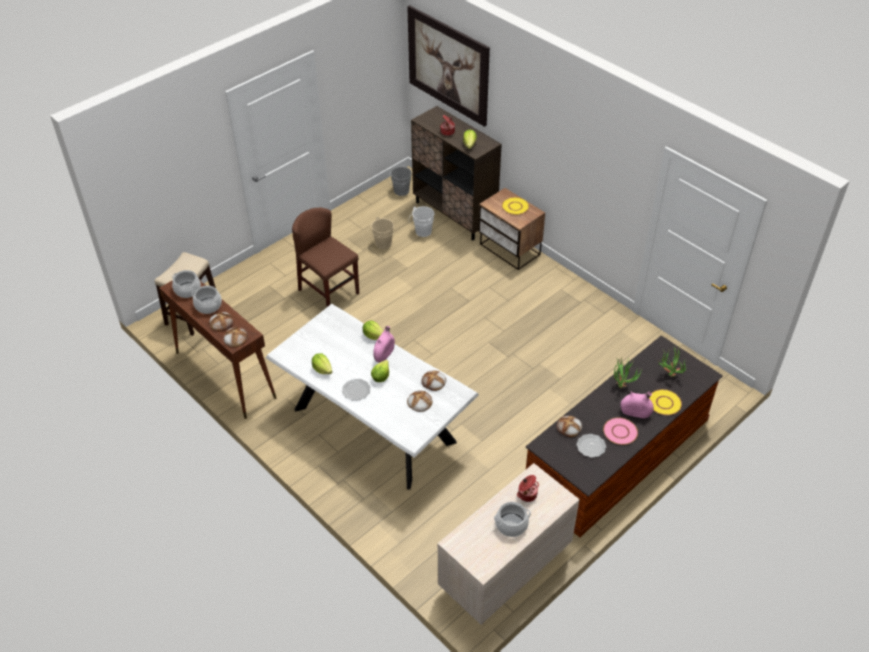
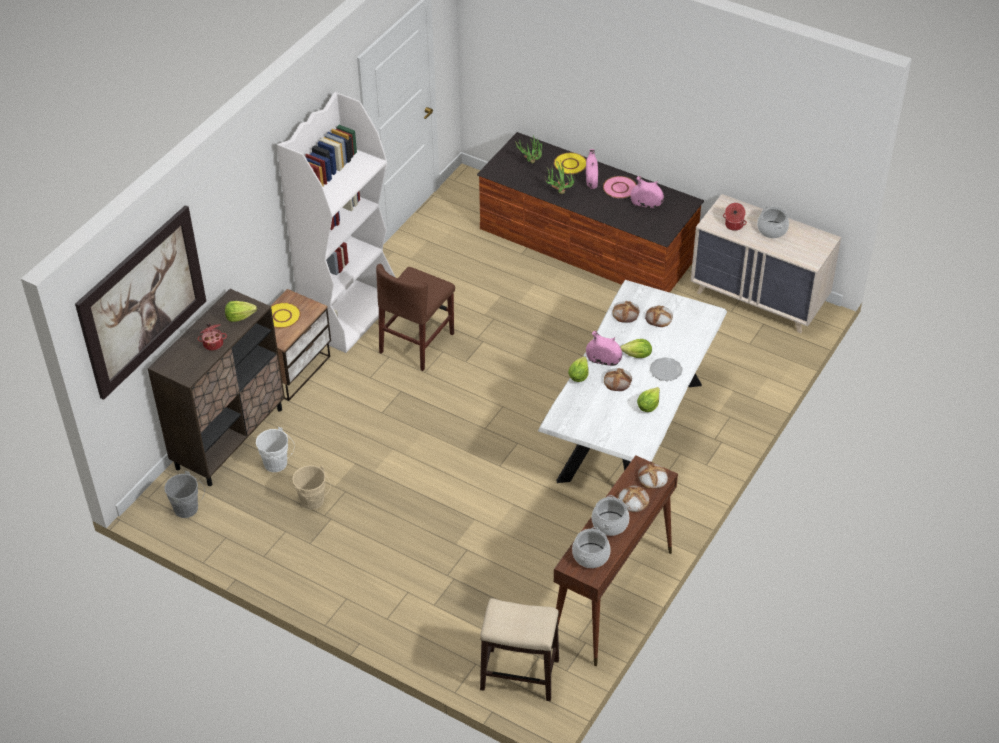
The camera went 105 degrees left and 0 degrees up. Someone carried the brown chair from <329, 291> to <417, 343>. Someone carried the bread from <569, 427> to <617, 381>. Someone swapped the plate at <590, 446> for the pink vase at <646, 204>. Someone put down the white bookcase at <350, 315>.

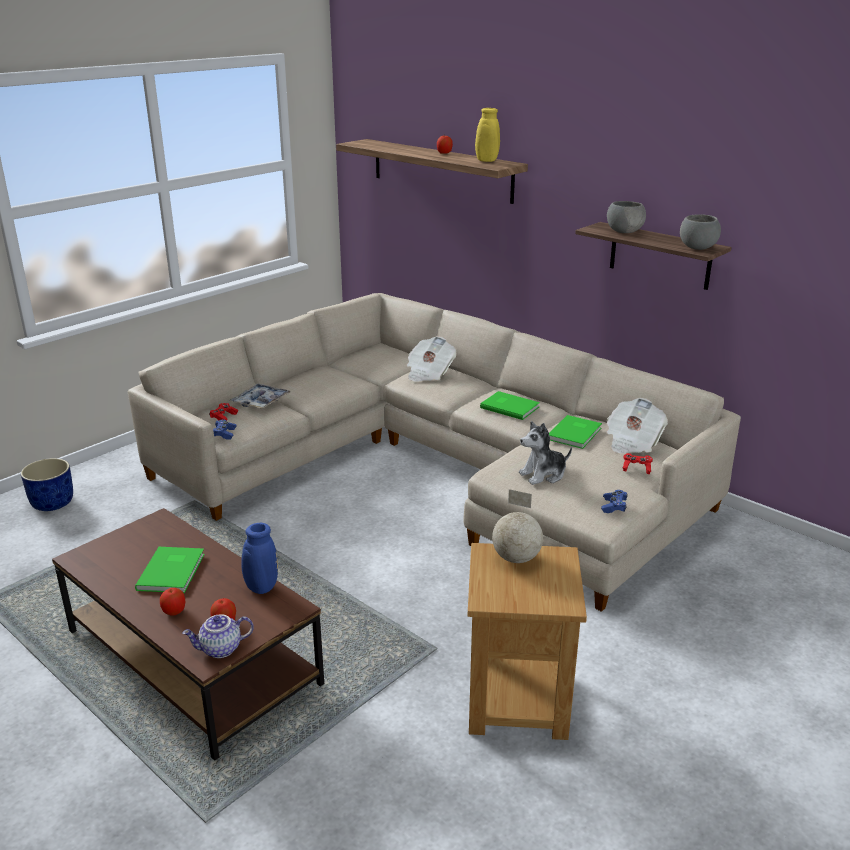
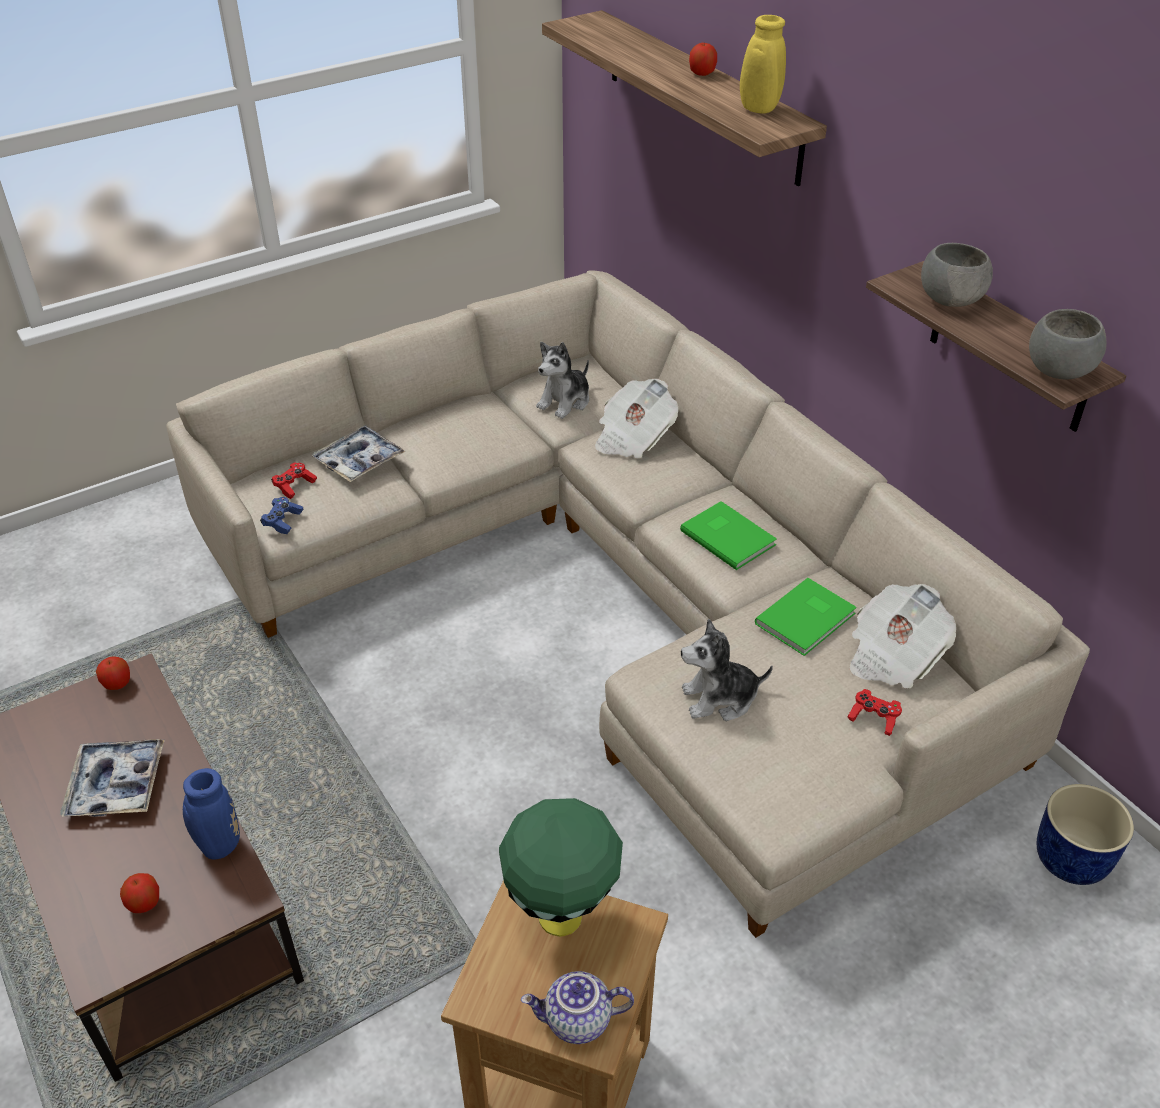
The camera went 15 degrees right and 15 degrees up. Someone carried the blue planter from <53, 503> to <1072, 859>. Someone swapped the globe at <516, 558> for the green table lamp at <562, 918>. Someone took away the blue game controller at <614, 506>. Someone swapped the green book at <173, 571> for the tray at <116, 785>. Someone carried the apple from <174, 611> to <117, 684>. Someone carried the teapot from <220, 649> to <577, 1022>. Someone put down the plush toy at <565, 402>.

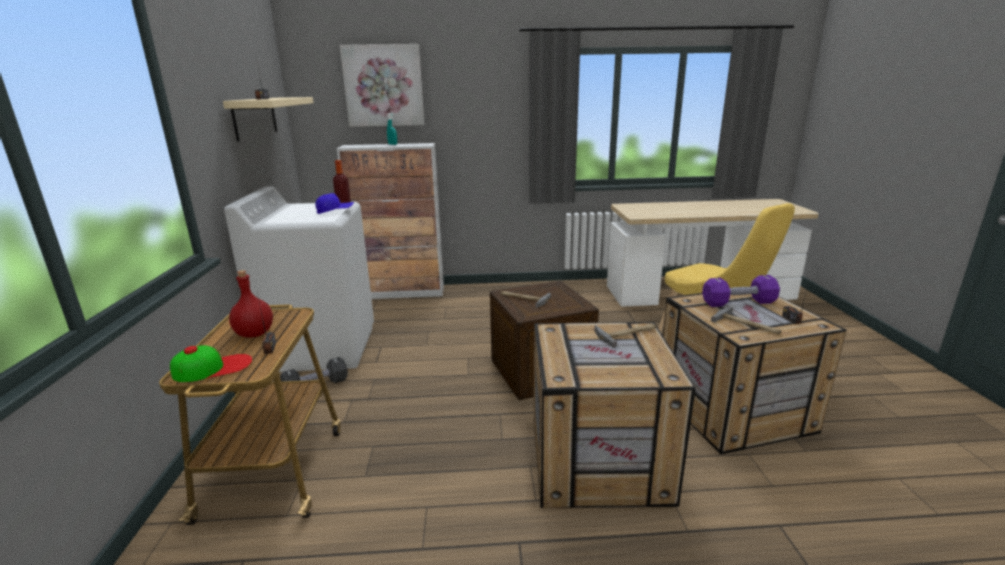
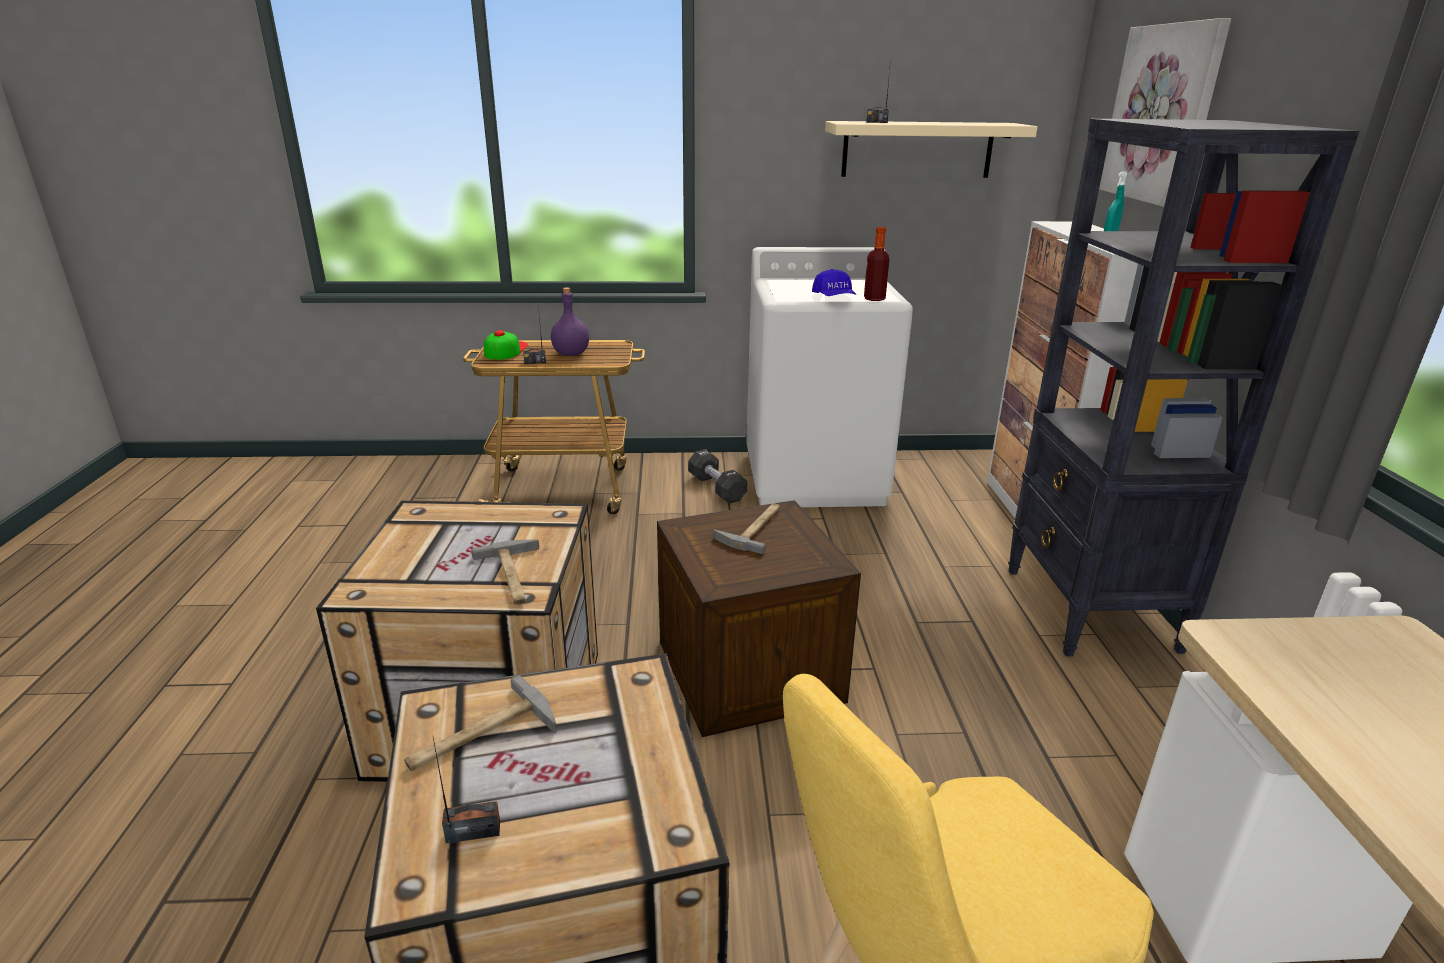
The camera went 90 degrees right and 5 degrees up. Someone repainted the red bottle at <254, 334>, which became the purple bottle at <570, 354>. Someone took away the purple dumbbell at <738, 303>. Someone rotated the cap at <213, 367> by 150 degrees counterclockwise. Someone put down the black bookcase at <1090, 610>.

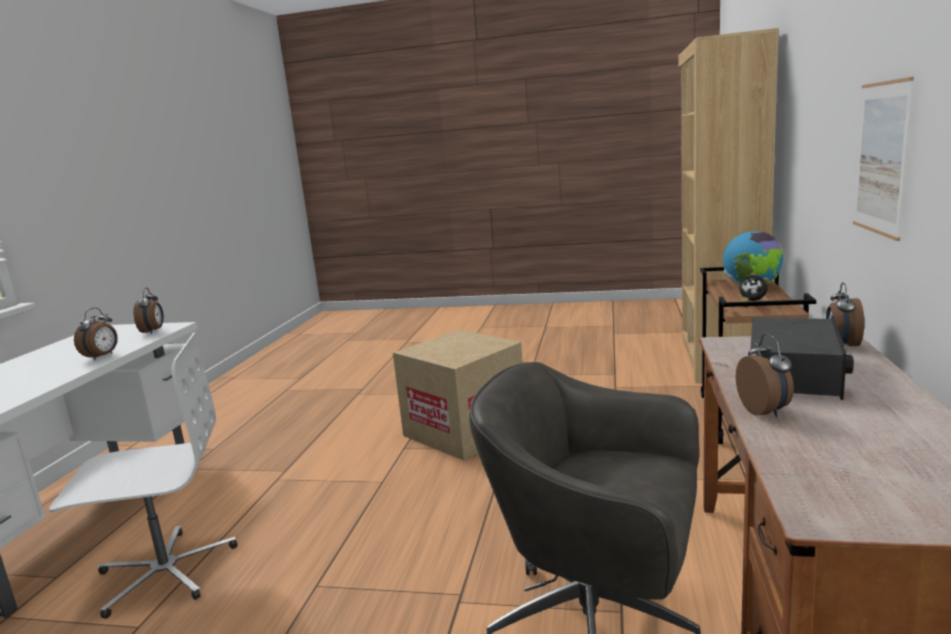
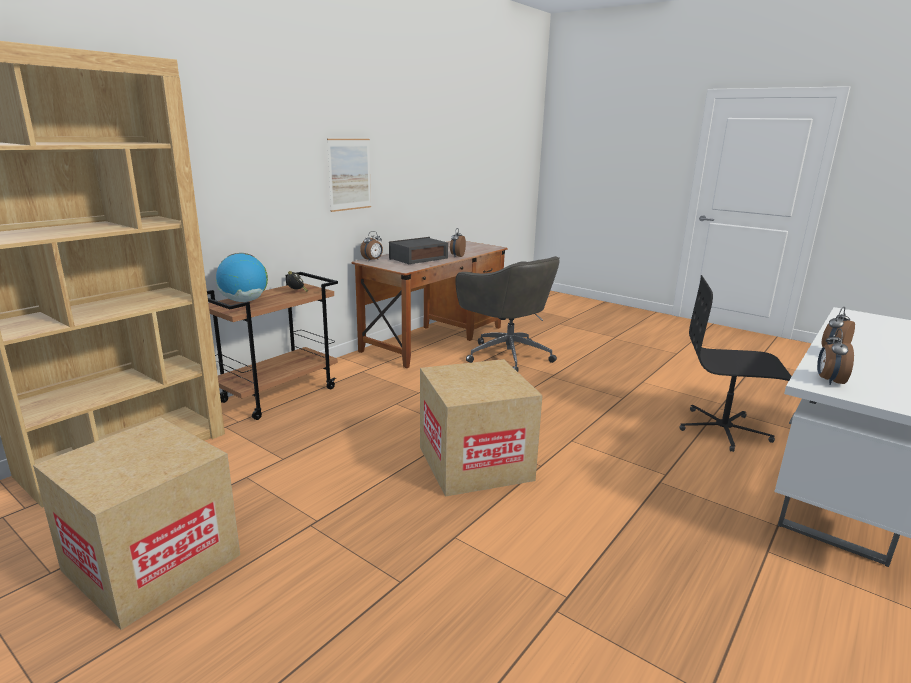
The camera went 155 degrees left and 5 degrees up. Someone repainted the white office chair at <165, 571>, which became the black office chair at <723, 430>. Someone put down the cardboard box at <152, 562>.

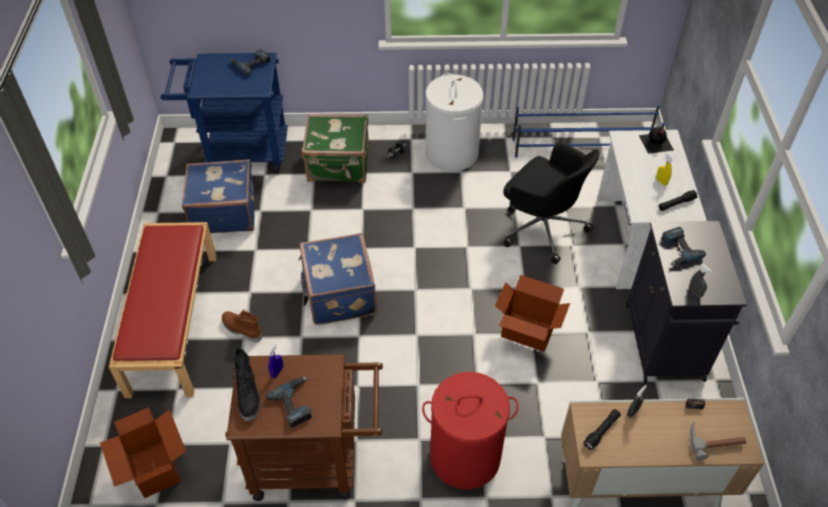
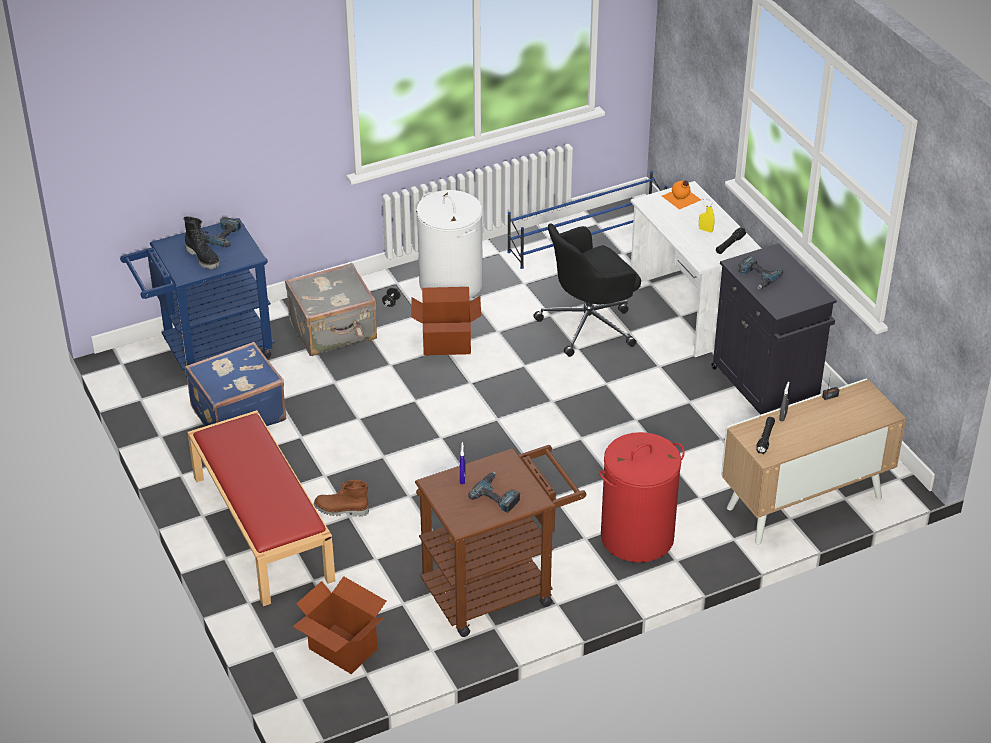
The camera went 25 degrees left and 10 degrees down. Someone repainted the green suitcase at <338, 165>, which became the grey suitcase at <334, 331>. Someone repainted the black bottle at <656, 143>, which became the orange bottle at <681, 198>. Someone rotated the black office chair at <542, 227> by 135 degrees clockwise. Someone took away the blue suitcase at <338, 295>. Someone took away the grey spray bottle at <695, 292>. Someone carried the cardboard box from <527, 332> to <447, 344>. Someone carried the black boot from <249, 396> to <203, 258>. Someone took away the hammer at <714, 440>.

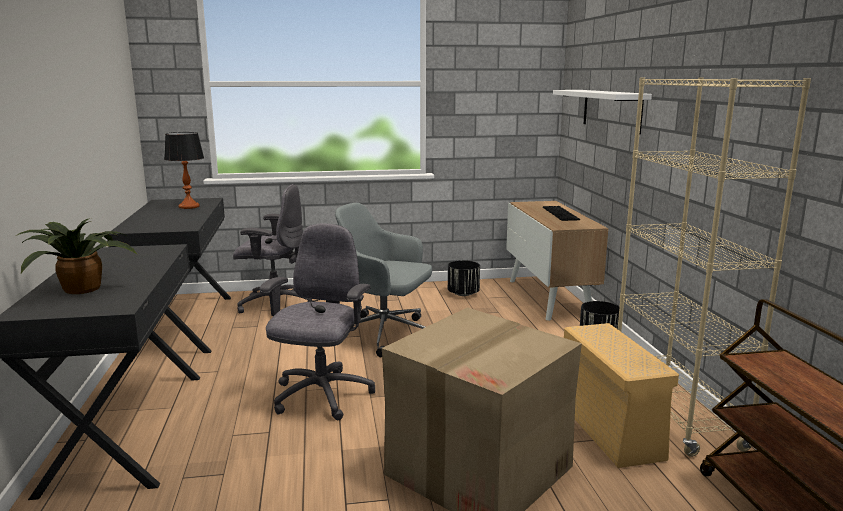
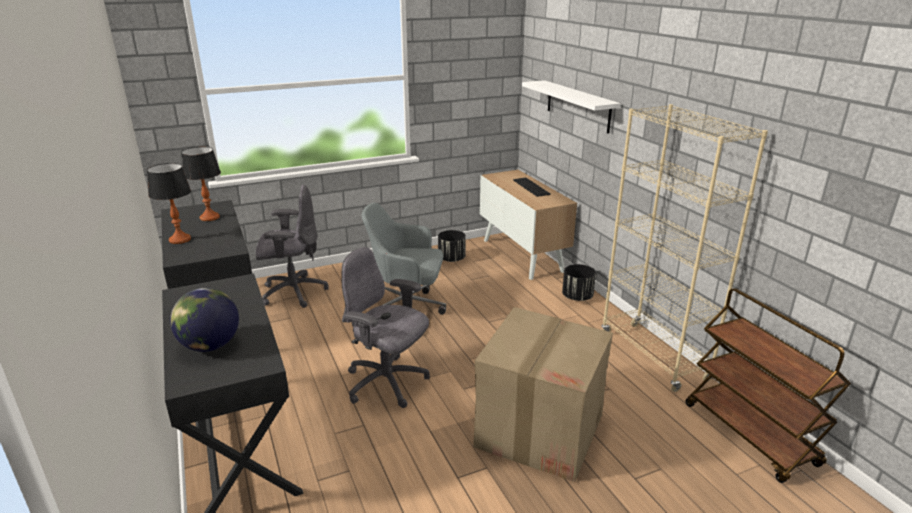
The camera went 15 degrees left and 10 degrees up. Someone swapped the potted plant at <82, 288> for the globe at <210, 346>. Someone rotated the grey office chair at <321, 396> by 60 degrees counterclockwise. Someone took away the beige storage box at <611, 431>. Someone put down the table lamp at <180, 240>.

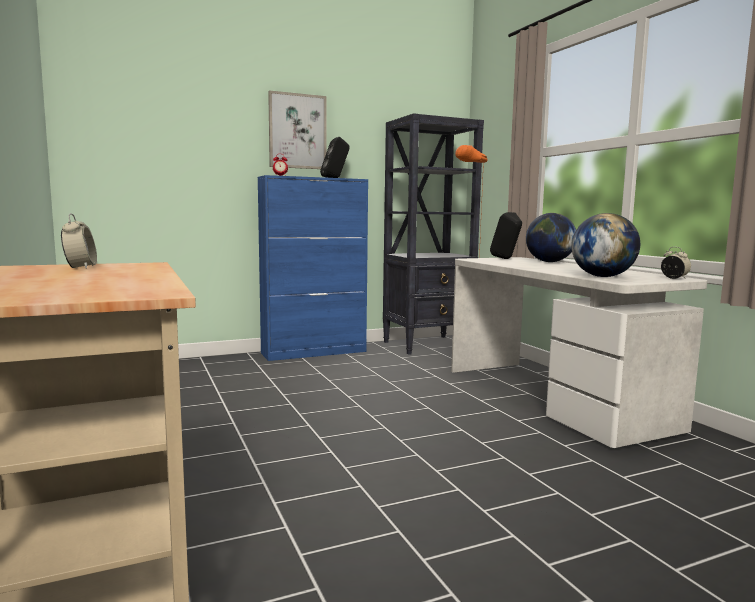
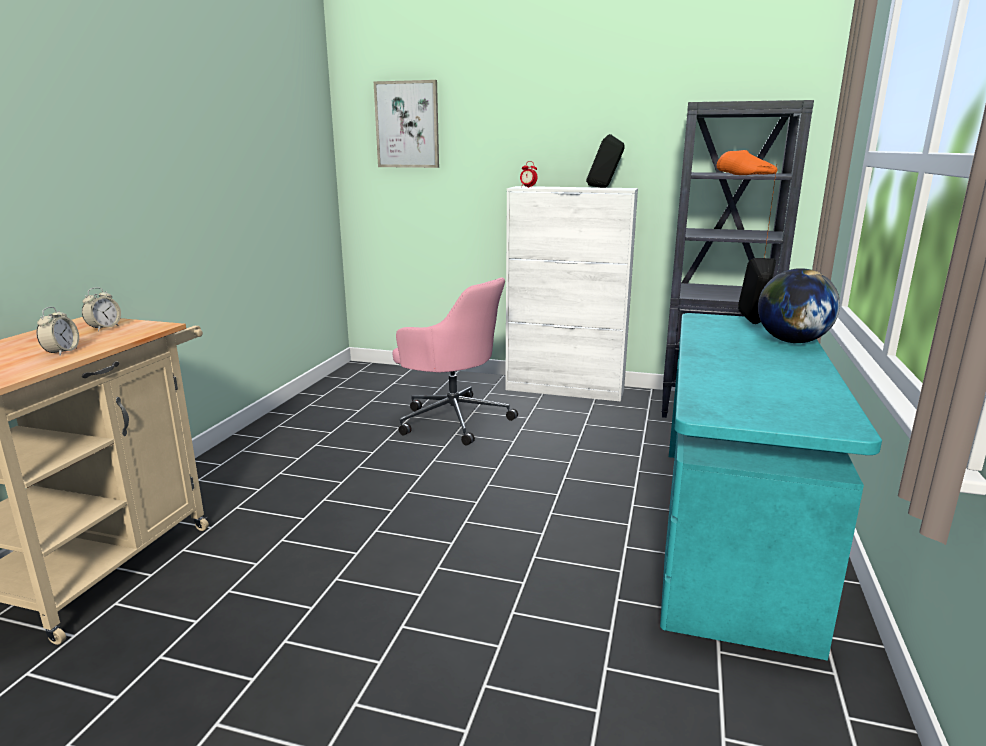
The camera went 40 degrees right and 10 degrees up. Someone carried the picture from <297, 131> to <407, 125>. Someone repainted the blue cabinet at <314, 352>, which became the white cabinet at <565, 389>. Someone took away the globe at <602, 276>. Someone carried the alarm clock from <674, 278> to <62, 352>. Someone repainted the white desk at <552, 397>, which became the turquoise desk at <732, 532>. Someone put down the pink office chair at <453, 419>.

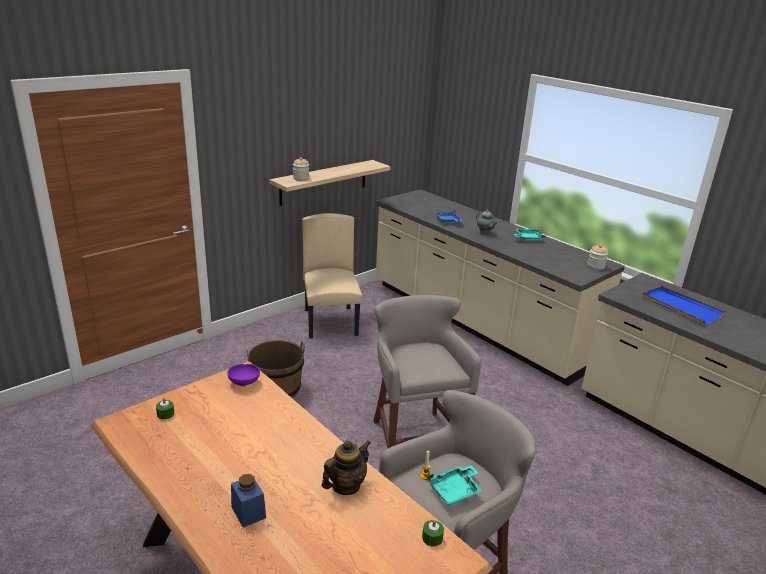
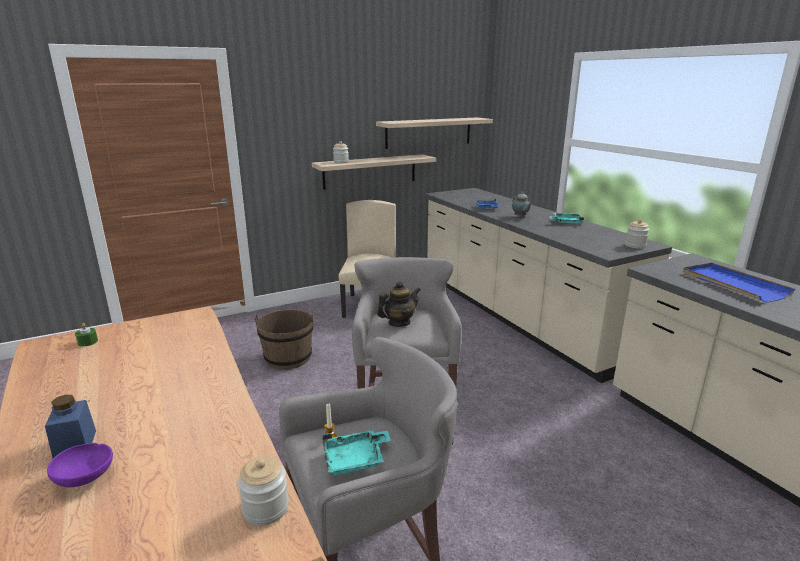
The camera went 15 degrees right and 5 degrees down. Someone carried the purple bowl from <245, 382> to <86, 478>. Someone carried the teapot from <345, 486> to <399, 323>. Someone swapped the green candle at <432, 538> for the jar at <266, 509>. Someone put up the shelf at <428, 132>.

